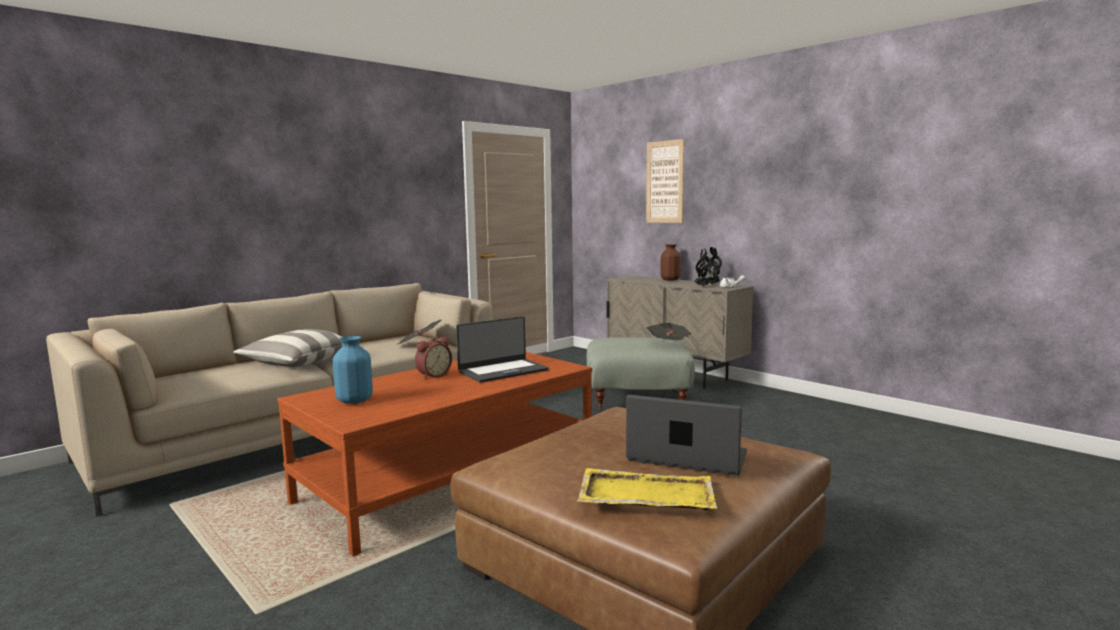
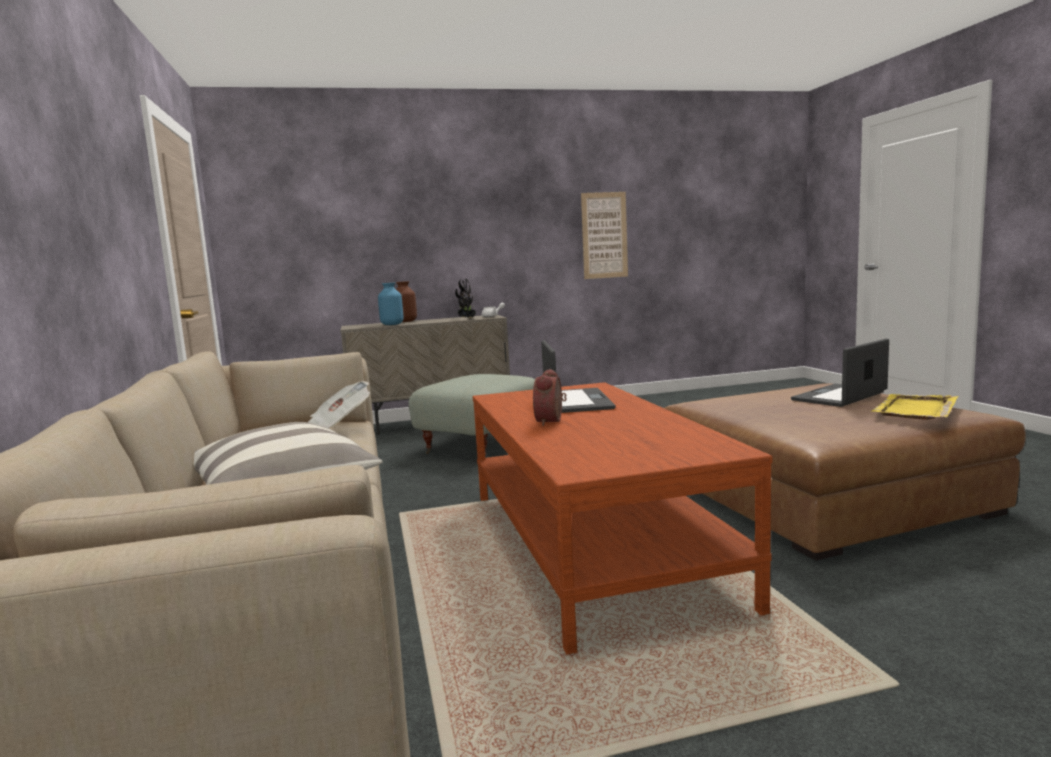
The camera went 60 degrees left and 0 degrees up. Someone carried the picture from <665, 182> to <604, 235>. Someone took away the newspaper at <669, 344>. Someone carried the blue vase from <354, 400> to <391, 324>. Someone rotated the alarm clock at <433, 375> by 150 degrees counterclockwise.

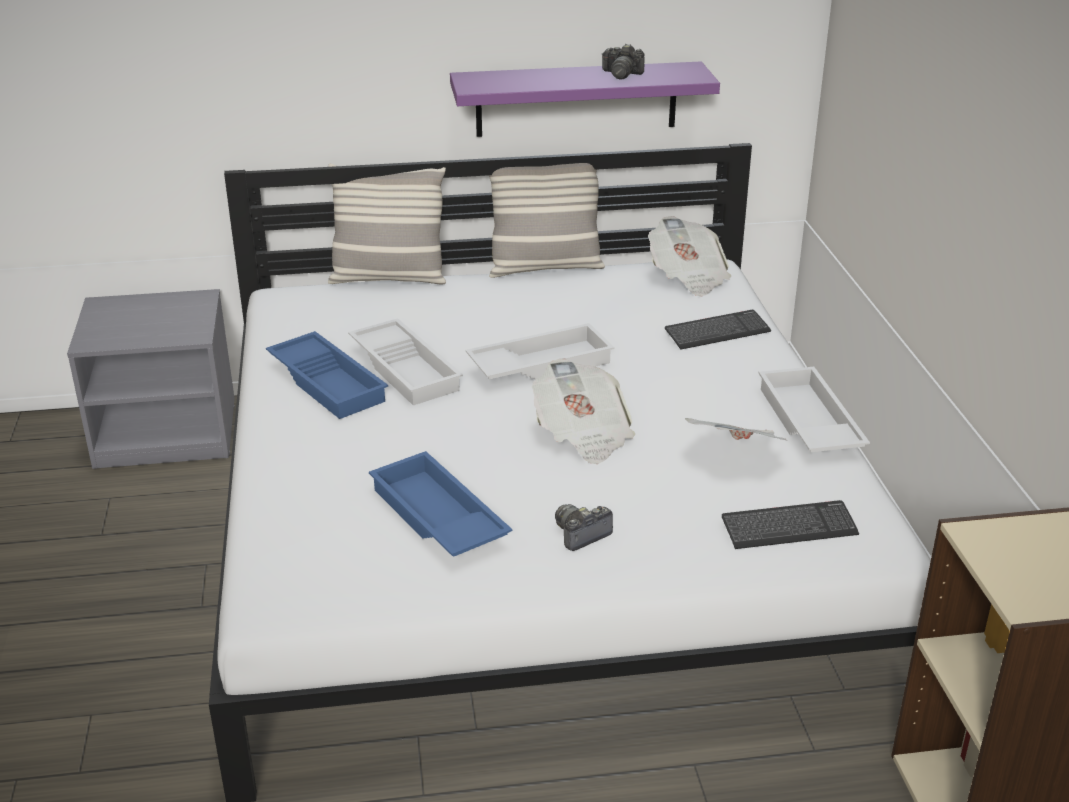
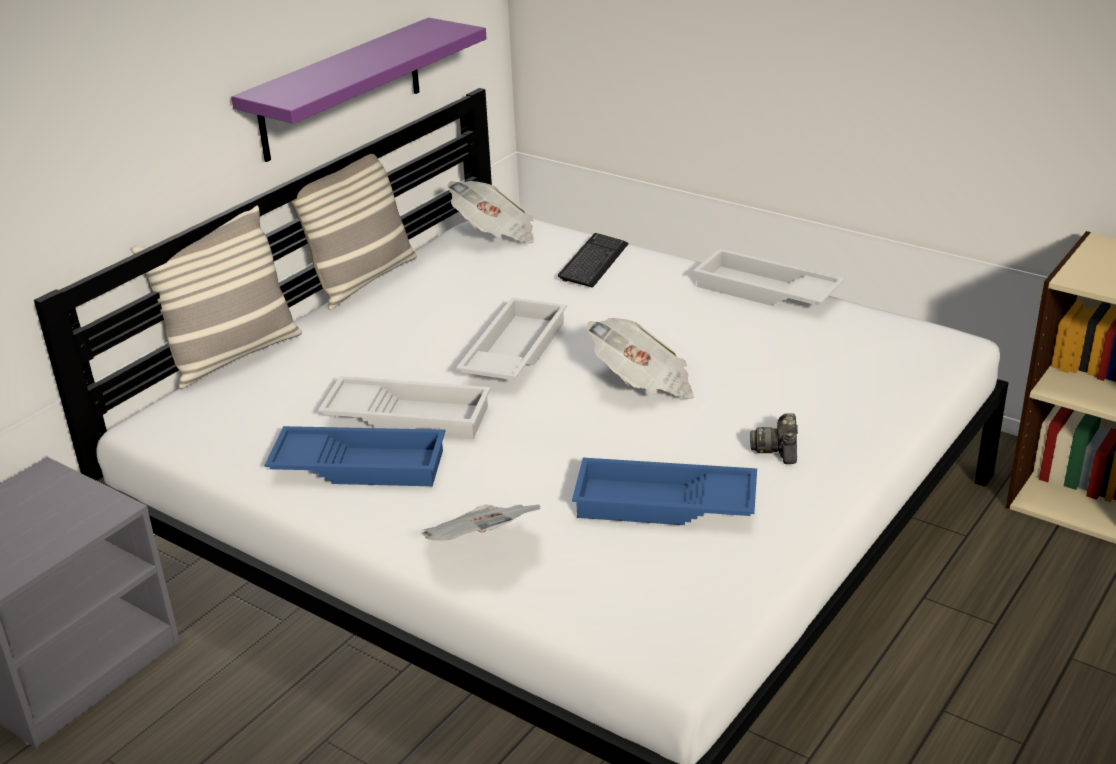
The camera went 45 degrees left and 0 degrees up. Someone took away the photo camera at <621, 74>. Someone carried the newspaper from <738, 453> to <482, 547>. Someone took away the keyboard at <789, 527>.

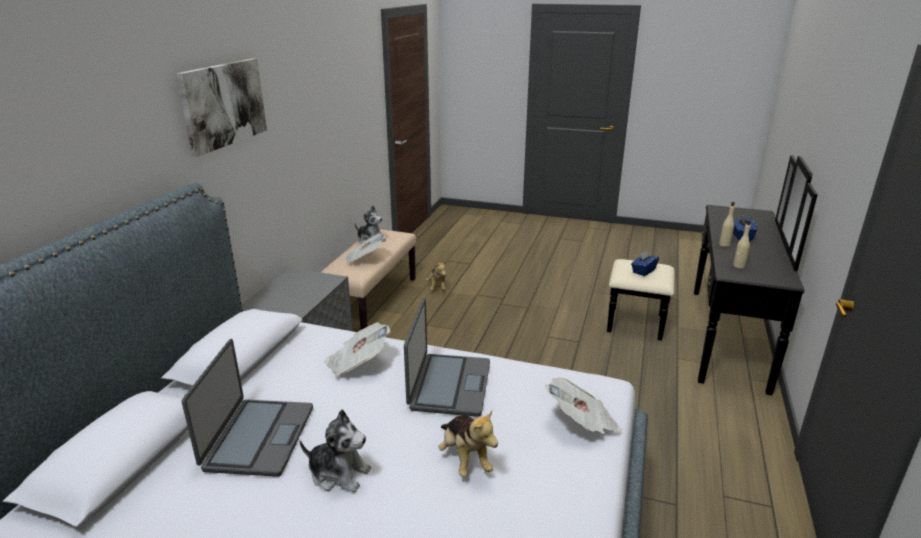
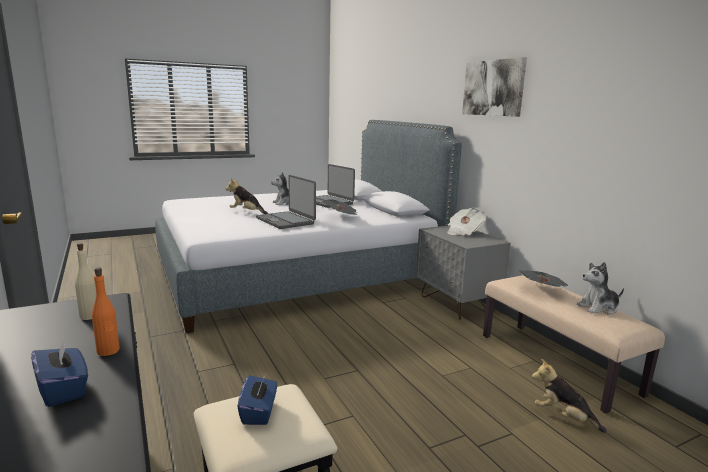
The camera went 135 degrees right and 10 degrees down. Someone repainted the beige bottle at <724, 244>, which became the orange bottle at <108, 351>. Someone carried the newspaper from <582, 423> to <464, 232>.

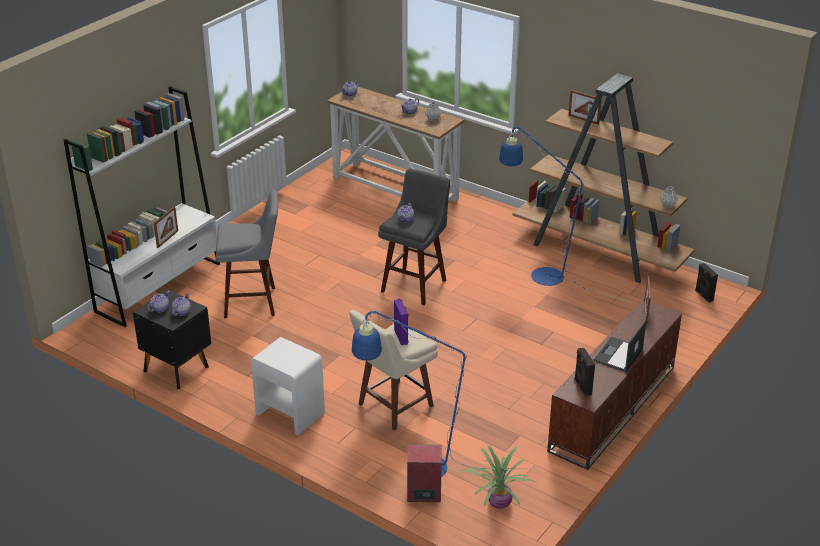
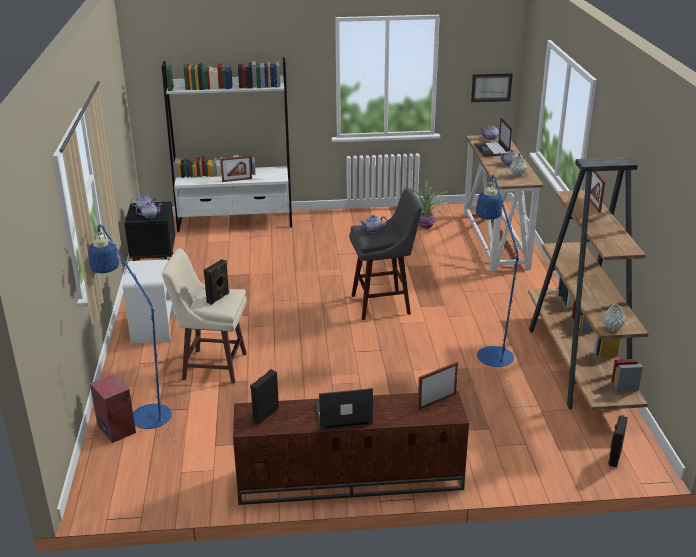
The camera went 50 degrees right and 5 degrees down. Someone took away the grey stool at <253, 302>. Someone repainted the purple speaker at <401, 336>, which became the black speaker at <218, 298>. Someone carried the potted plant from <498, 502> to <426, 225>. Someone put up the picture at <491, 87>. Someone put down the laptop at <492, 150>.

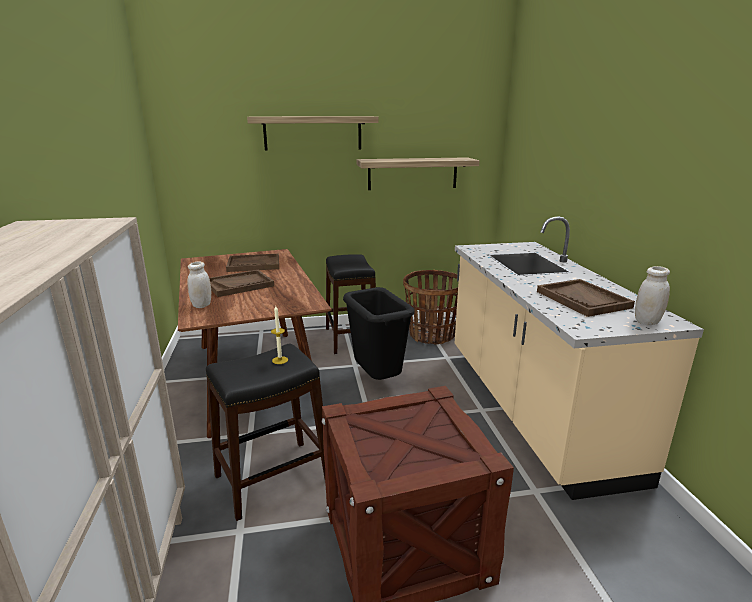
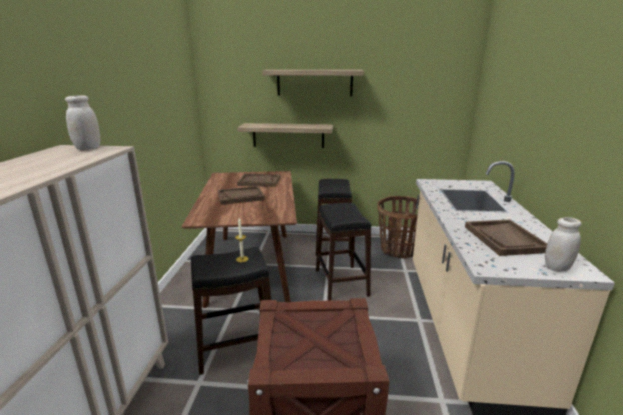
The camera went 15 degrees right and 0 degrees up. Someone carried the shelf from <412, 173> to <288, 135>. Someone carried the white jar from <202, 305> to <88, 148>. Someone swapped the black trash can at <378, 381> for the black stool at <341, 282>.

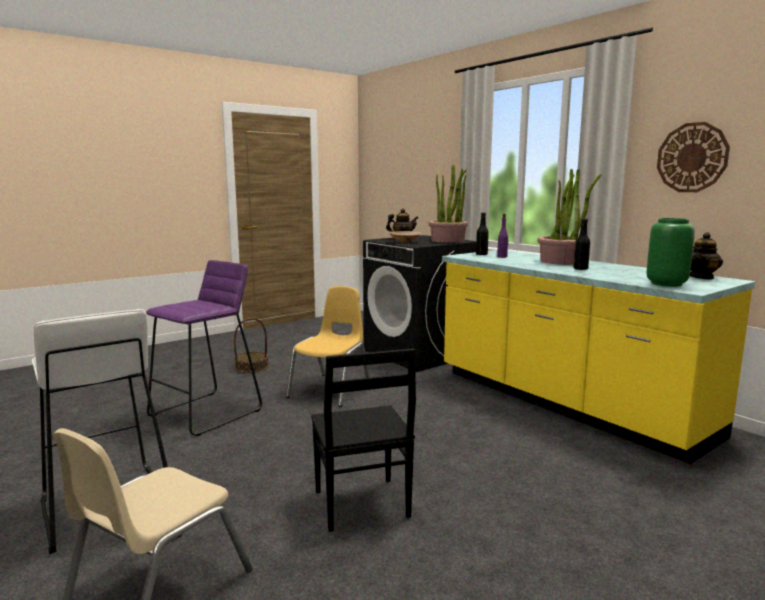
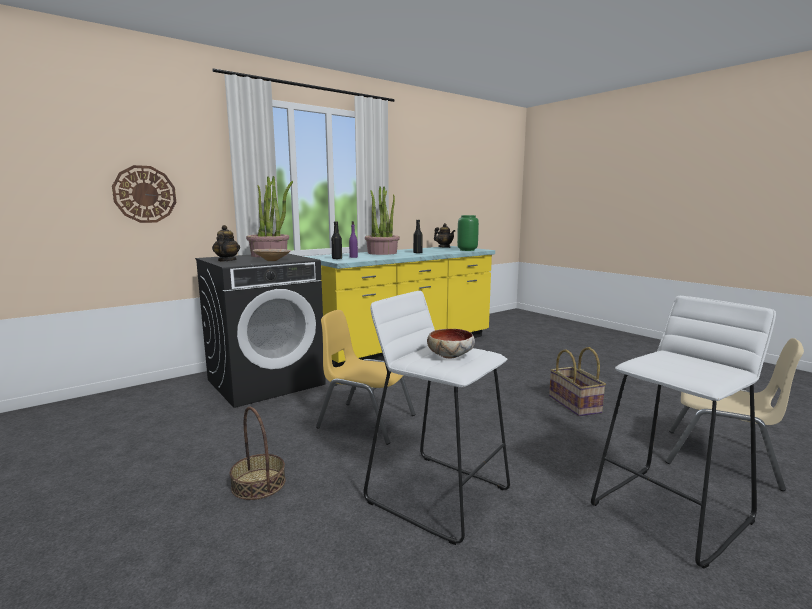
The camera went 90 degrees left and 0 degrees up. Someone carried the wall clock from <692, 157> to <145, 194>. Someone repainted the purple stool at <207, 413>, which became the white stool at <437, 494>. Someone swapped the black chair at <360, 505> for the basket at <575, 404>. Someone put down the bowl at <450, 355>.

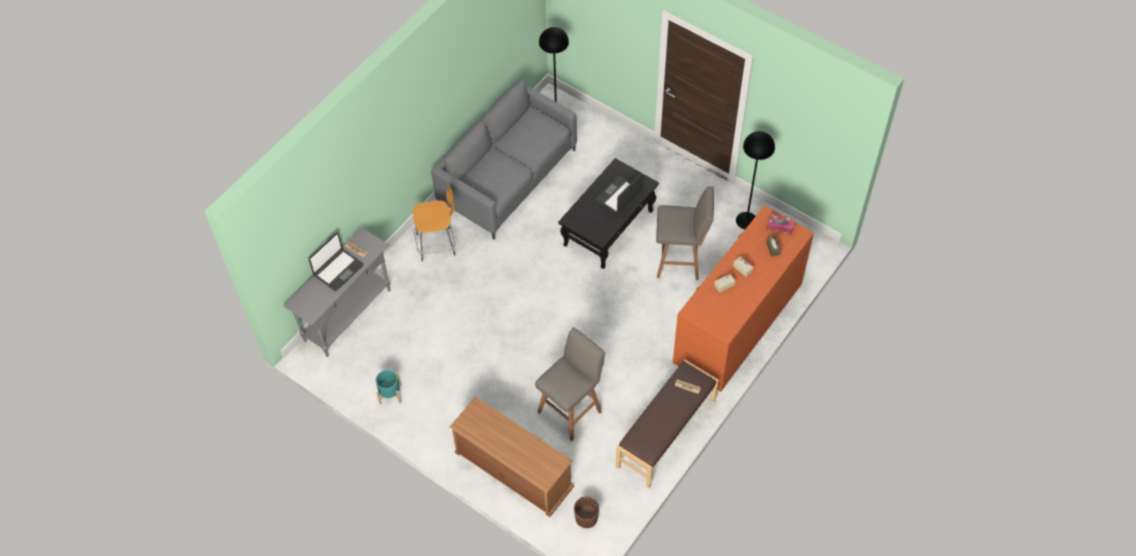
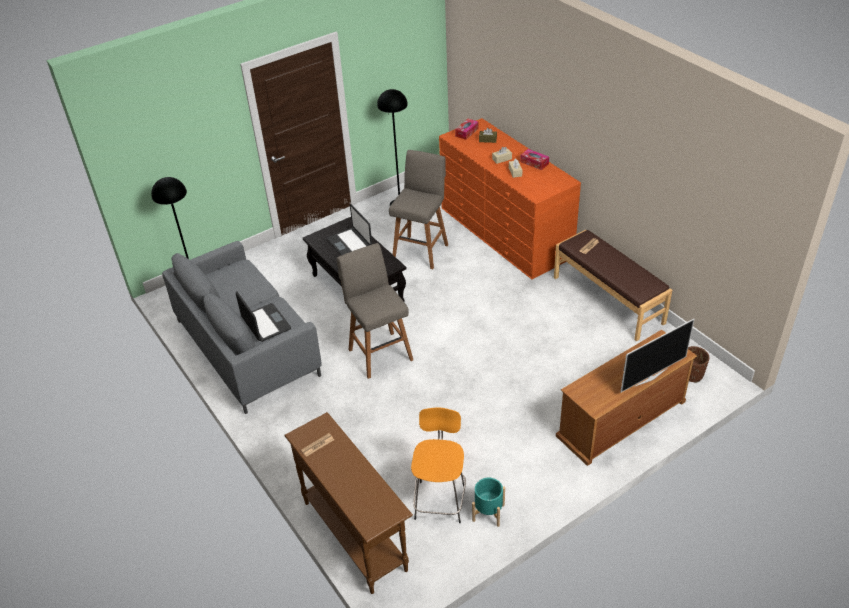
The camera went 70 degrees left and 15 degrees down. Someone carried the orange stool from <437, 244> to <440, 500>. Someone repainted the grey console table at <348, 315>, which became the brown console table at <355, 535>. Someone carried the laptop from <338, 270> to <265, 323>. Someone carried the grey stool from <571, 410> to <379, 353>. Someone put down the tissue box at <534, 163>. Someone put down the television at <650, 377>.

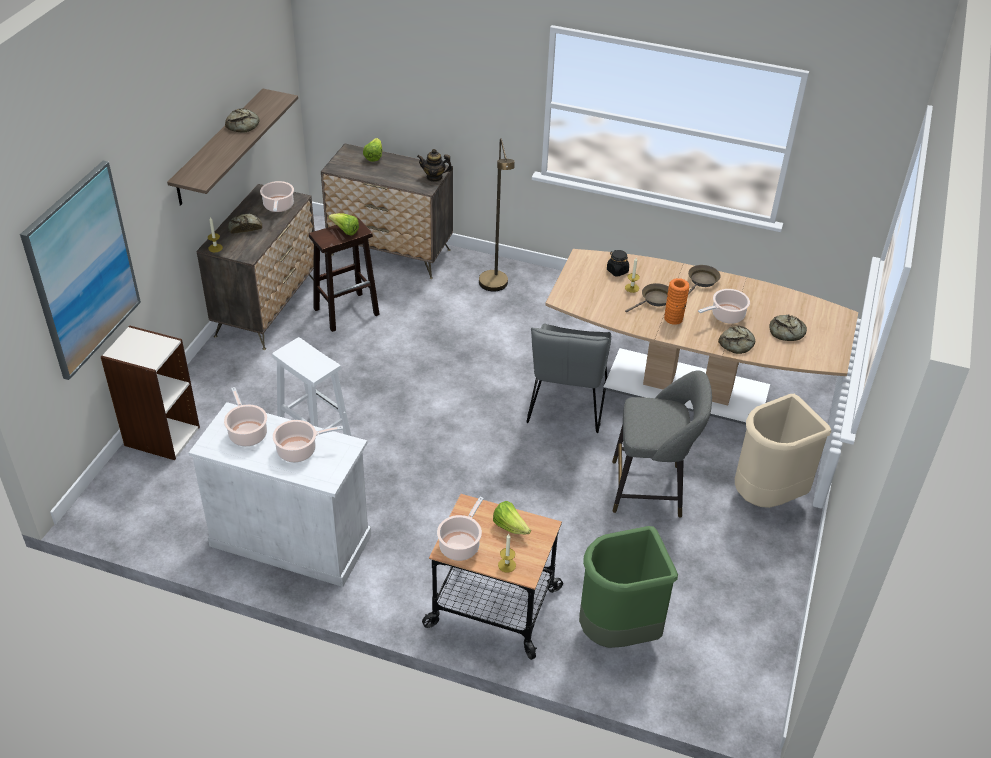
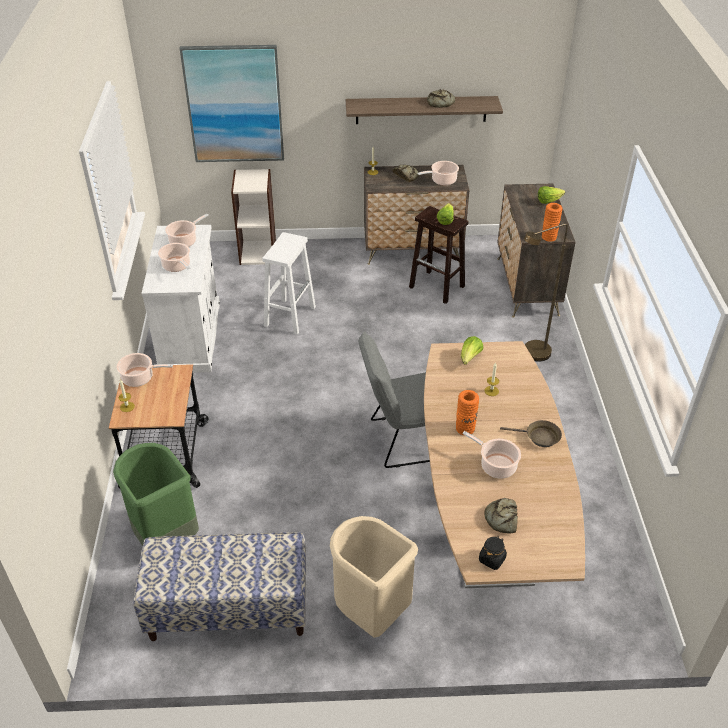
The camera went 70 degrees right and 0 degrees up. Someone swapped the teapot at <434, 177> for the orange vase at <549, 237>. Someone carried the black jar from <617, 271> to <492, 559>. Someone took away the brown frying pan at <654, 300>. Someone took away the bread at <737, 343>. Someone took away the grey stool at <652, 489>. Someone carried the lettuce from <510, 527> to <470, 358>. Someone put down the bench at <228, 609>.

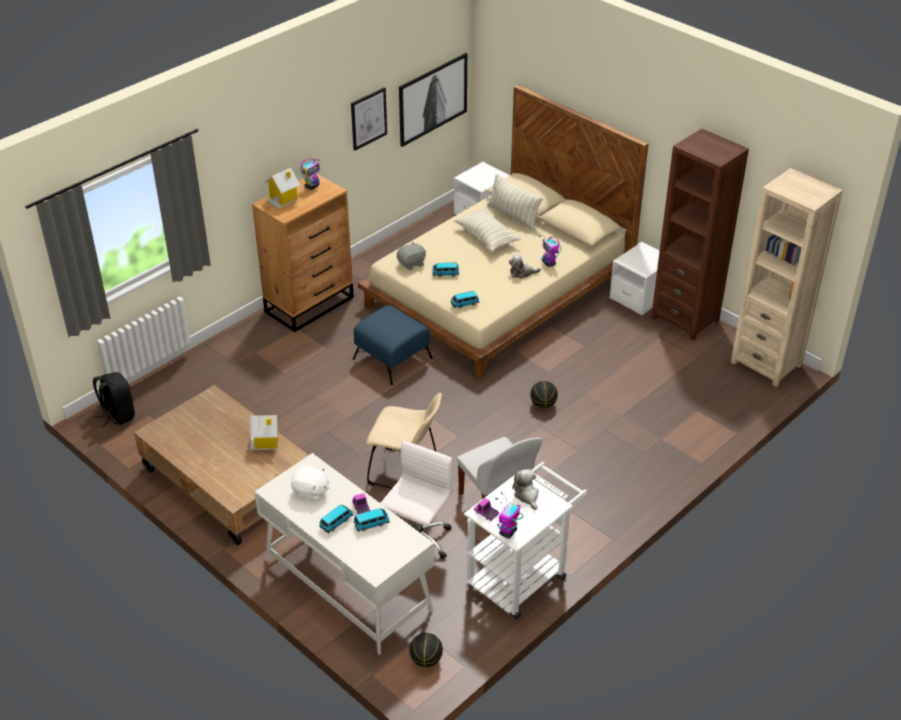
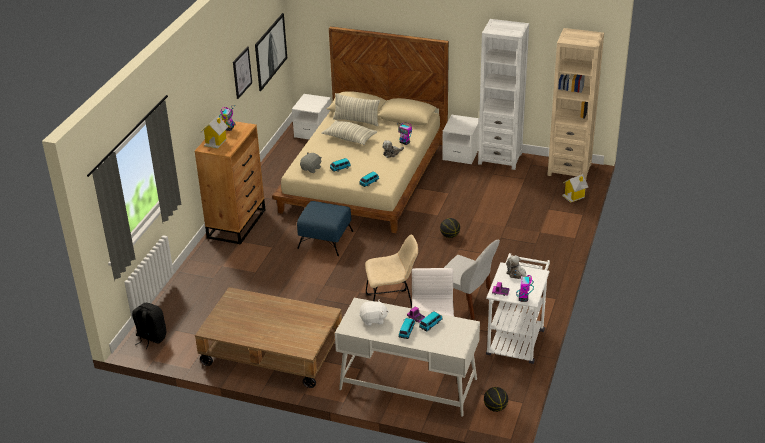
The camera went 25 degrees left and 5 degrees down. Someone repainted the brown bookcase at <685, 319>, which became the white bookcase at <500, 158>. Someone carried the toy house from <266, 442> to <574, 196>.

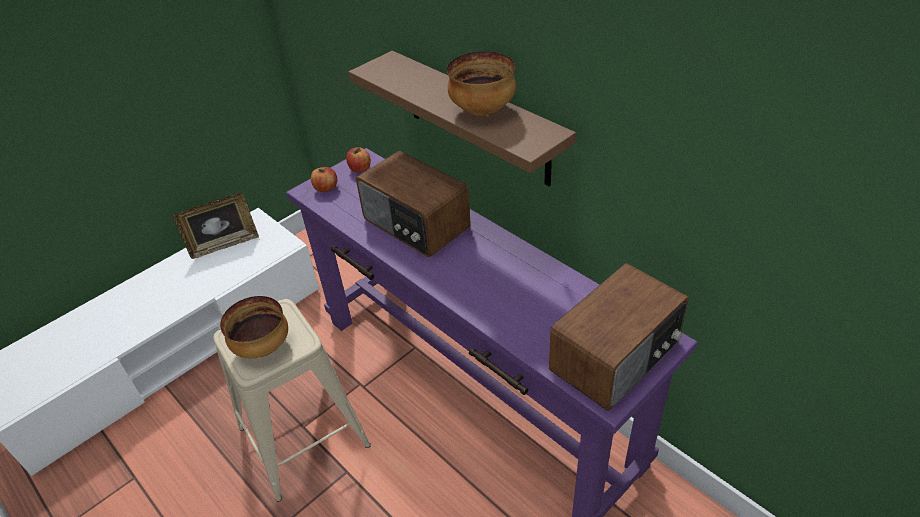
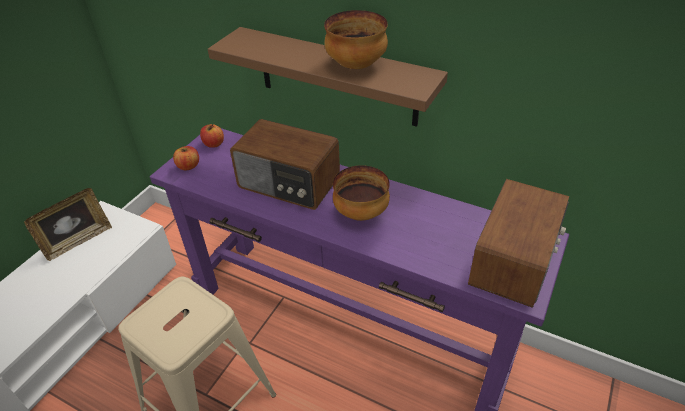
The camera went 20 degrees left and 0 degrees up. Someone carried the bowl from <263, 348> to <361, 213>.

